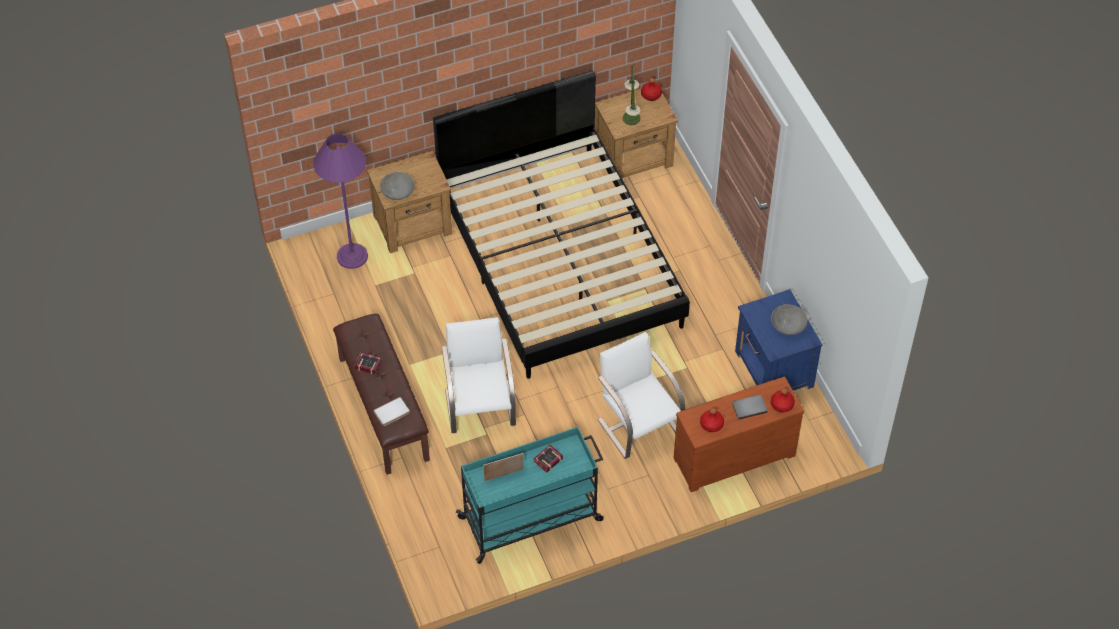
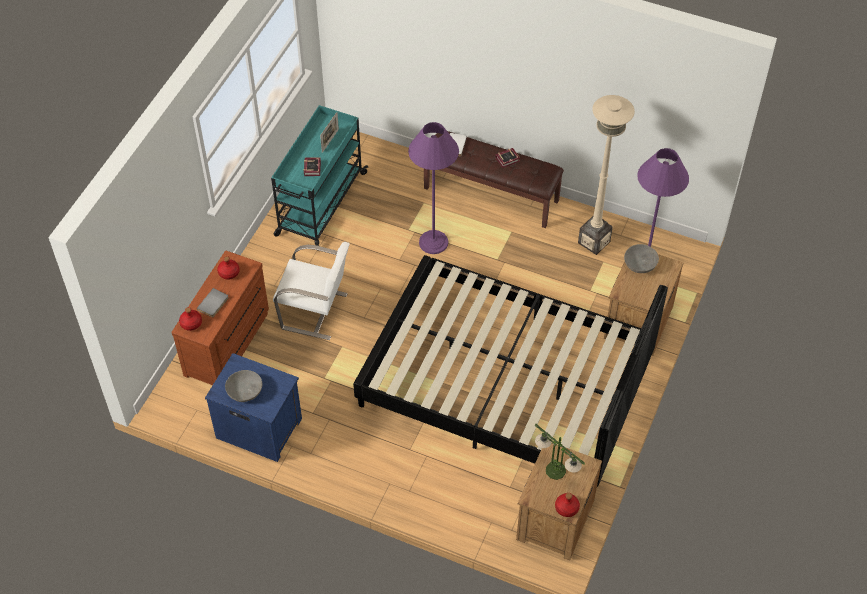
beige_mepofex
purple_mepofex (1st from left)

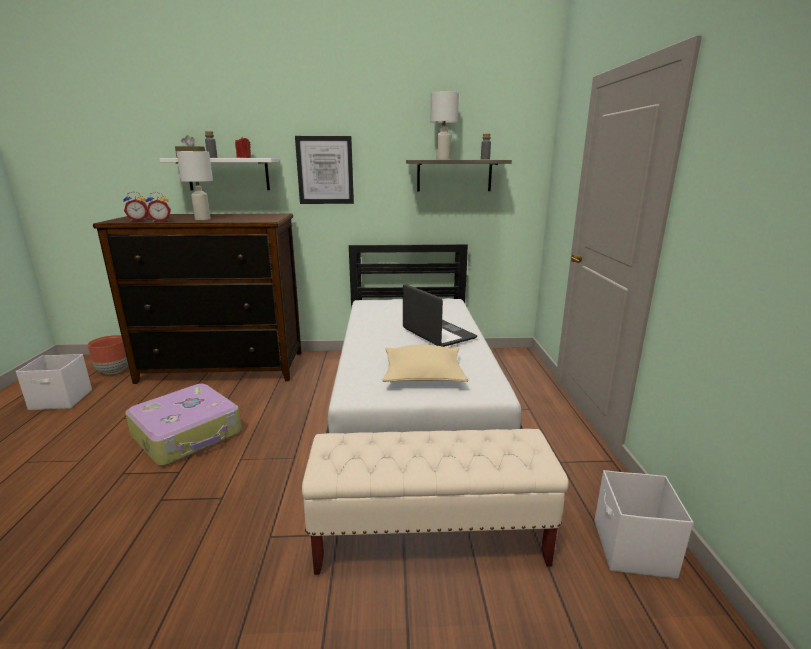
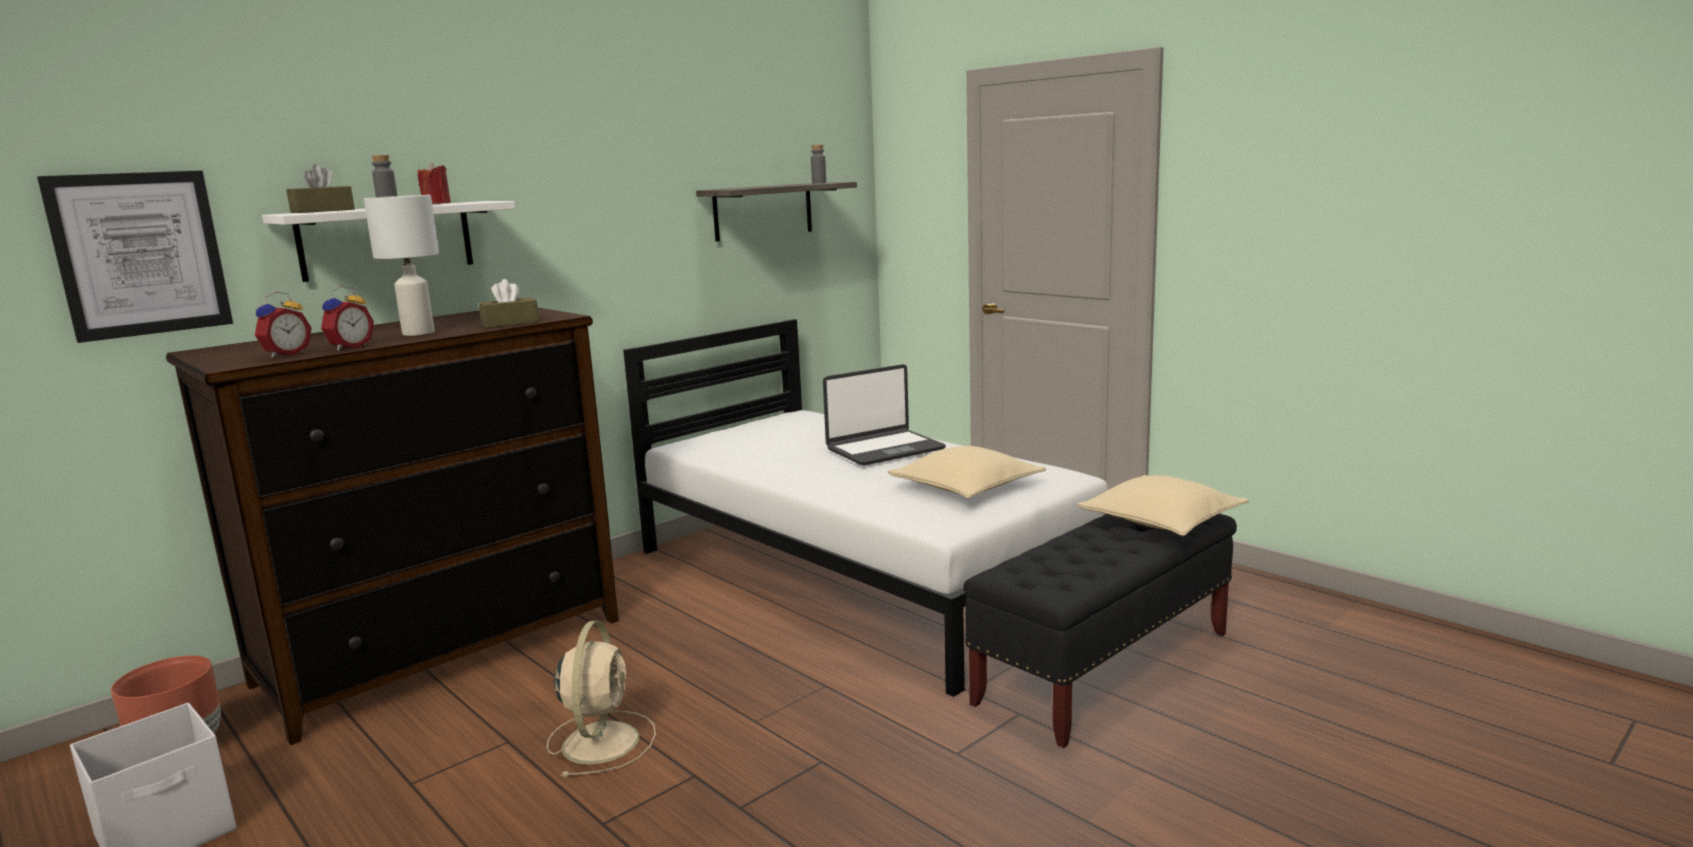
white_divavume (2nd from left in the first image)
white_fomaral (2nd from left in the first image)
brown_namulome (2nd from left)
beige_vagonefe (2nd from left)
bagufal
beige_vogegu
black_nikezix
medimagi

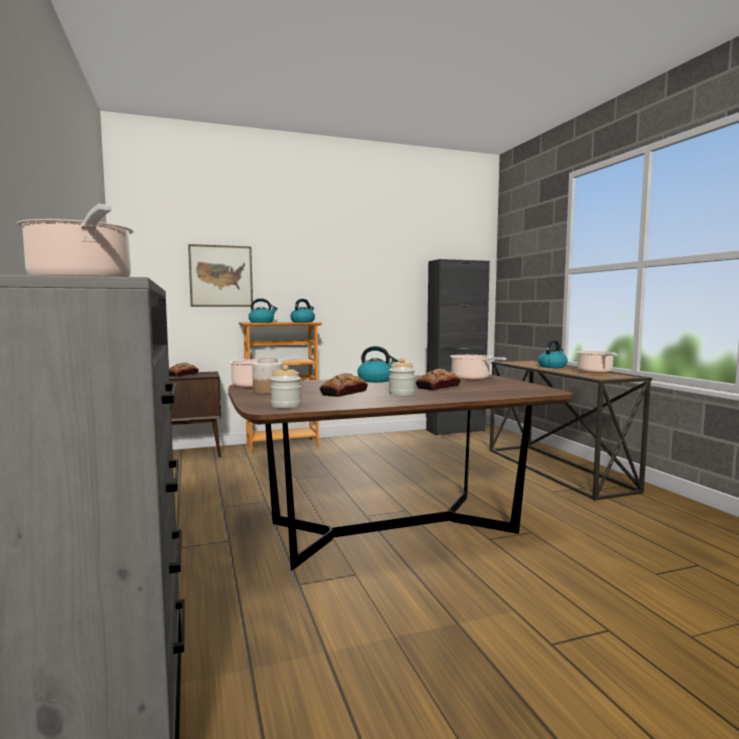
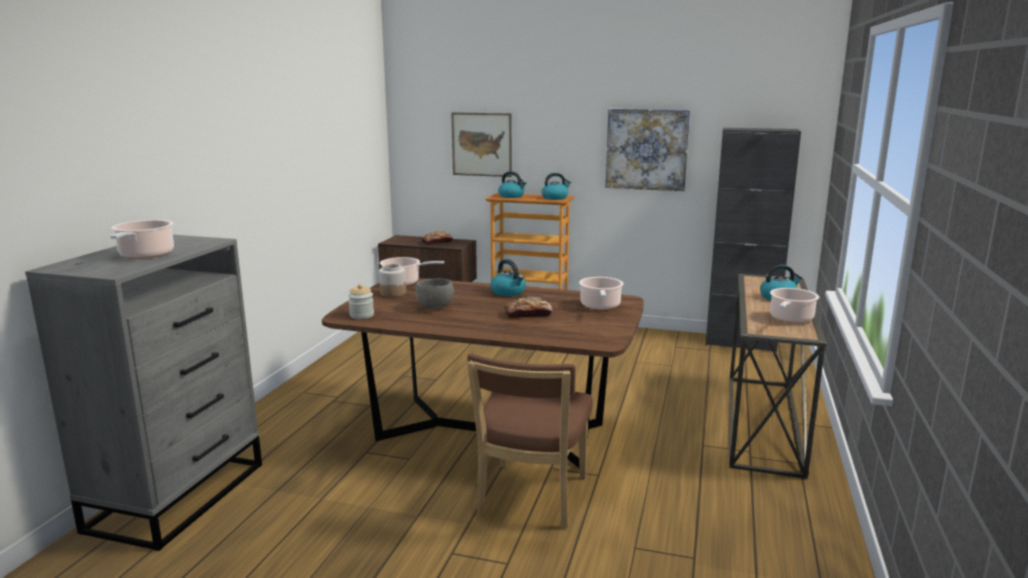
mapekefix (3rd from left in the first image)
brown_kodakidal
bagufal (2nd from left)
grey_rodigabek

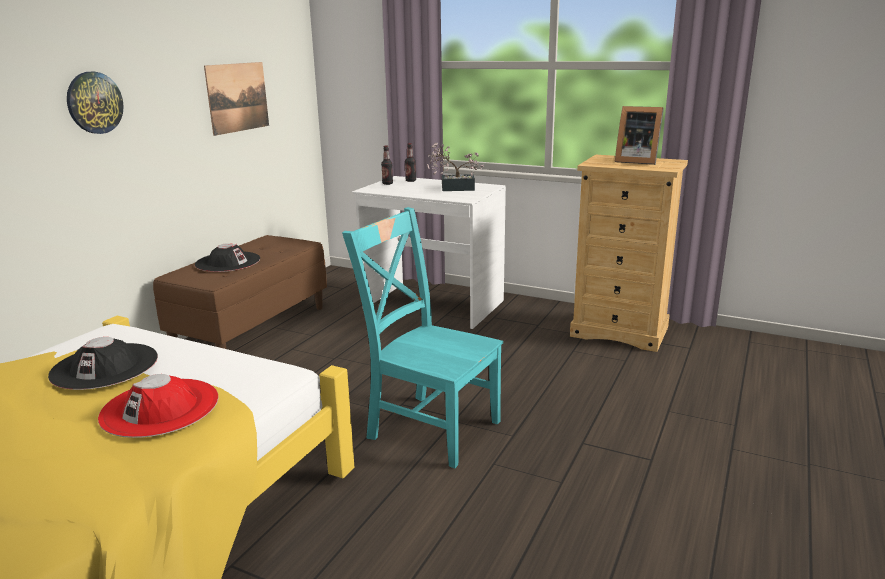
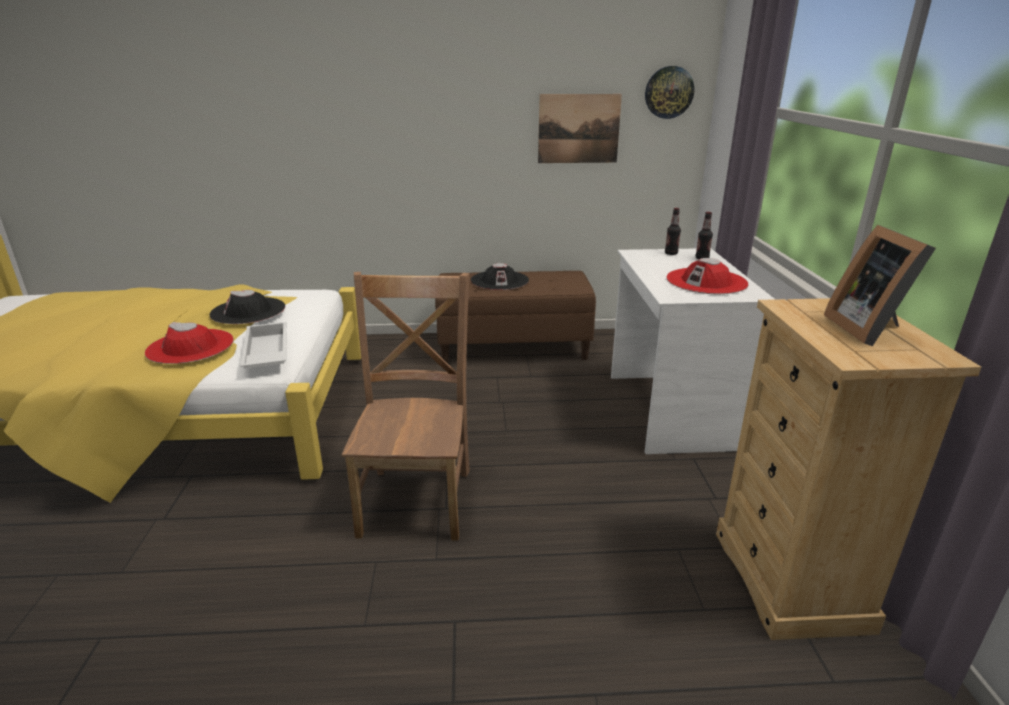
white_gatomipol
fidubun
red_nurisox (2nd from left)
brown_kodakidal

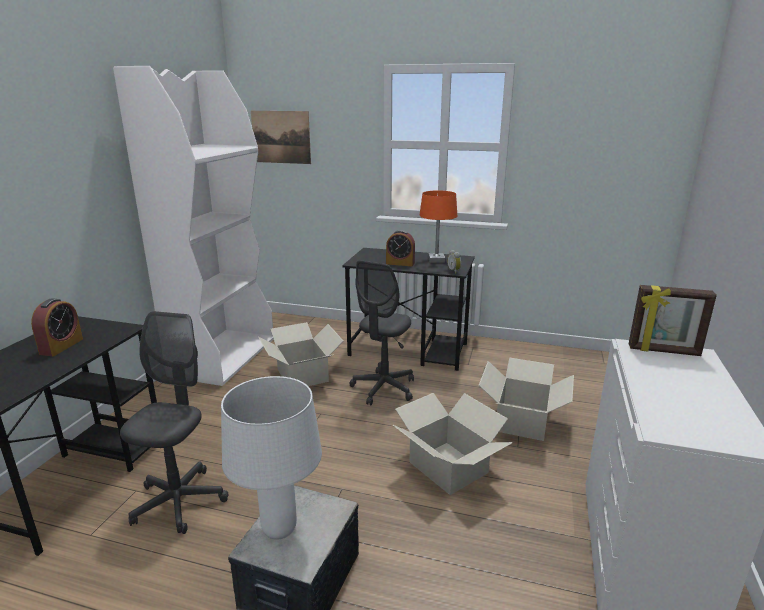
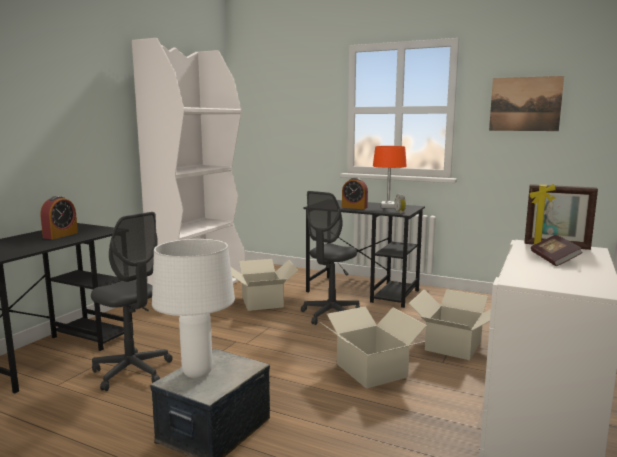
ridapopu
bagufal
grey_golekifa (1st from left)

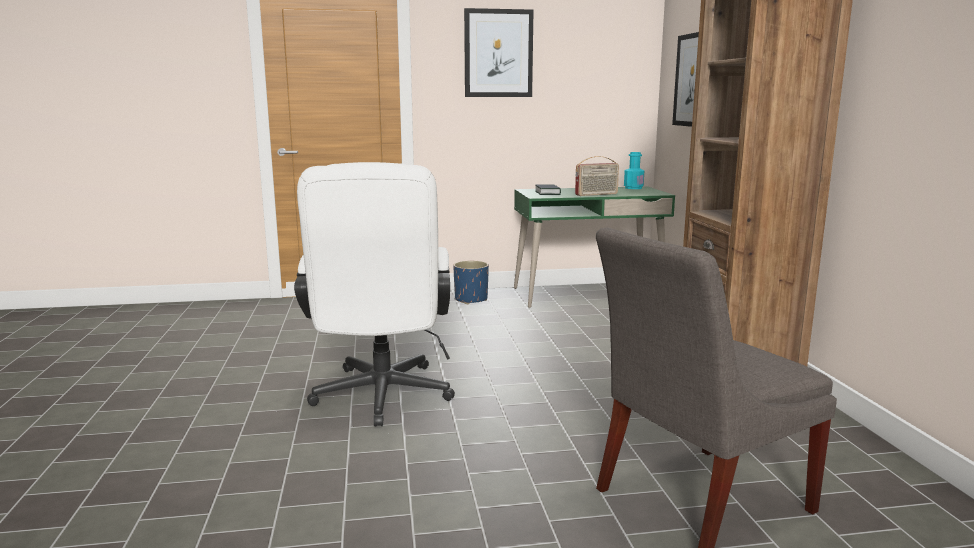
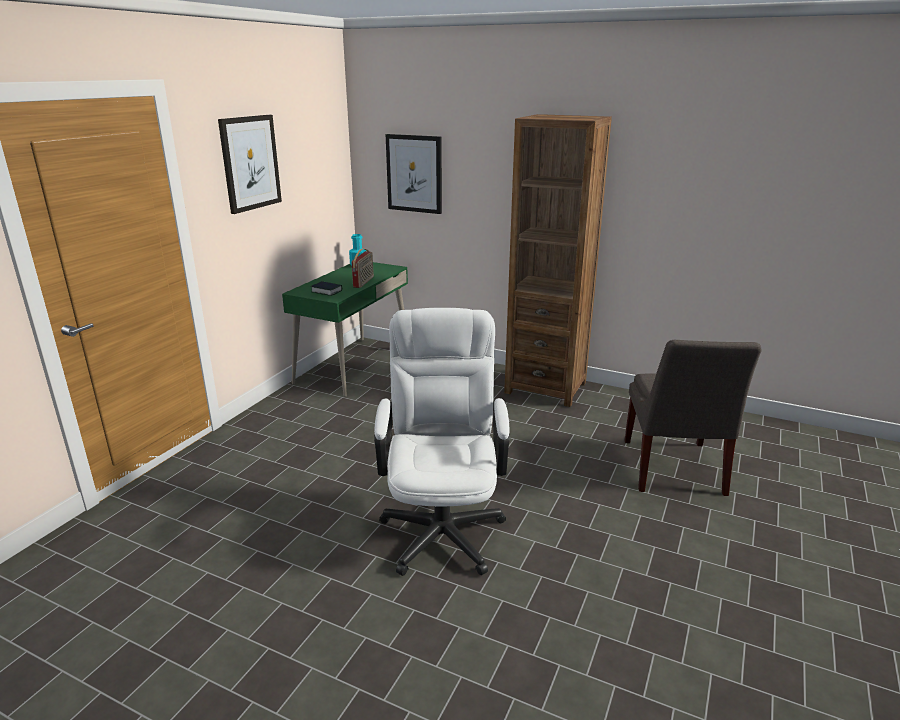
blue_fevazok
white_golekifa

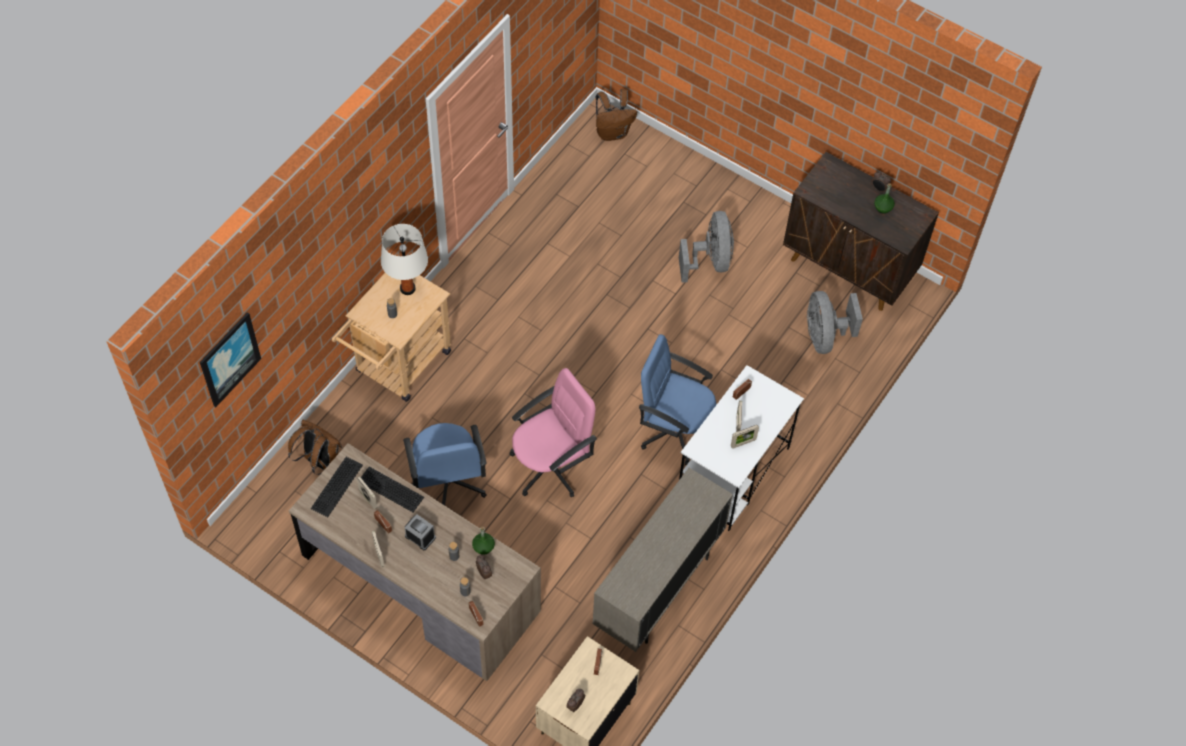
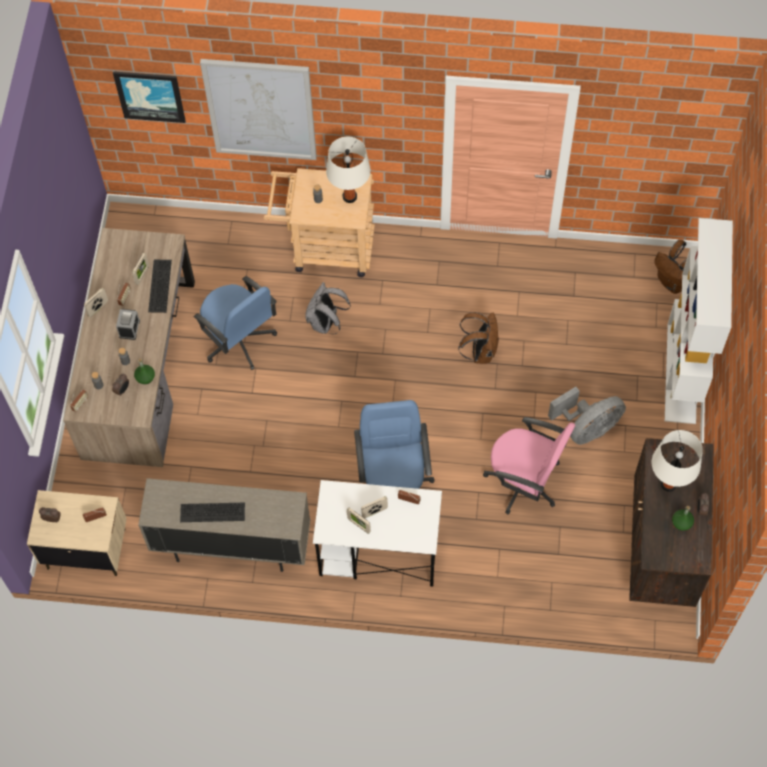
grey_vogegu (2nd from left in the first image)
bagufal (2nd from left)
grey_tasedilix
white_divavume (2nd from left)
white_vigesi
brown_tasedilix (1st from left)
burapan (2nd from left)
pink_golekifa
blue_golekifa (1st from left)

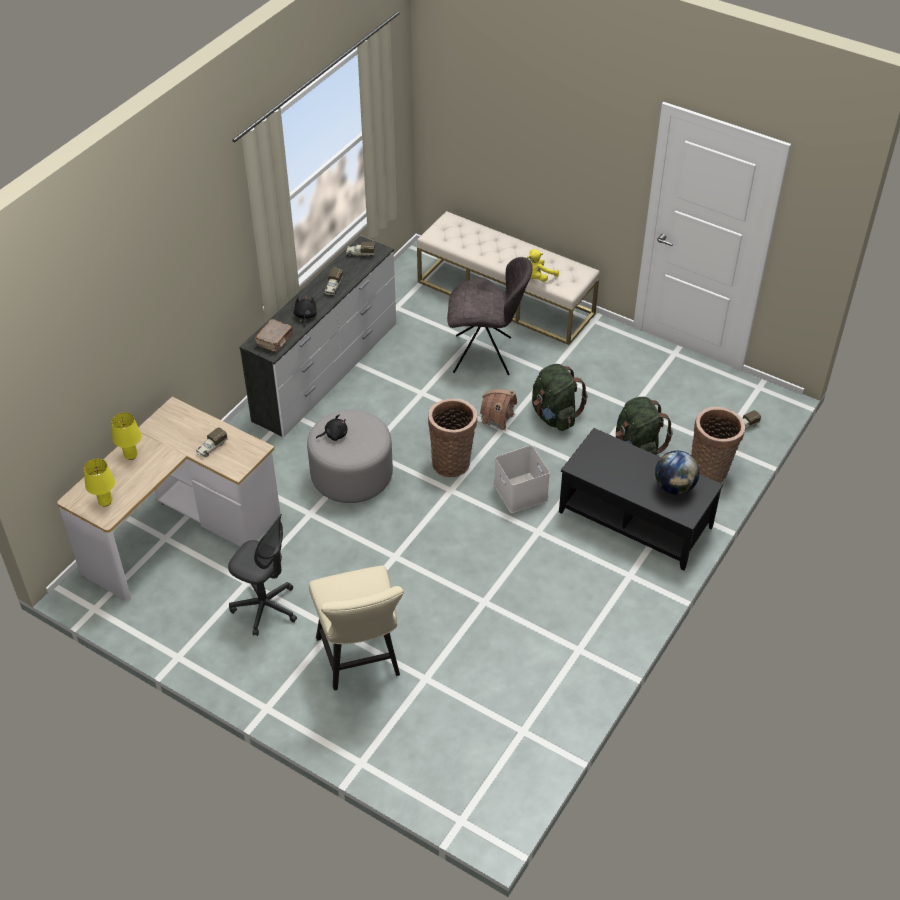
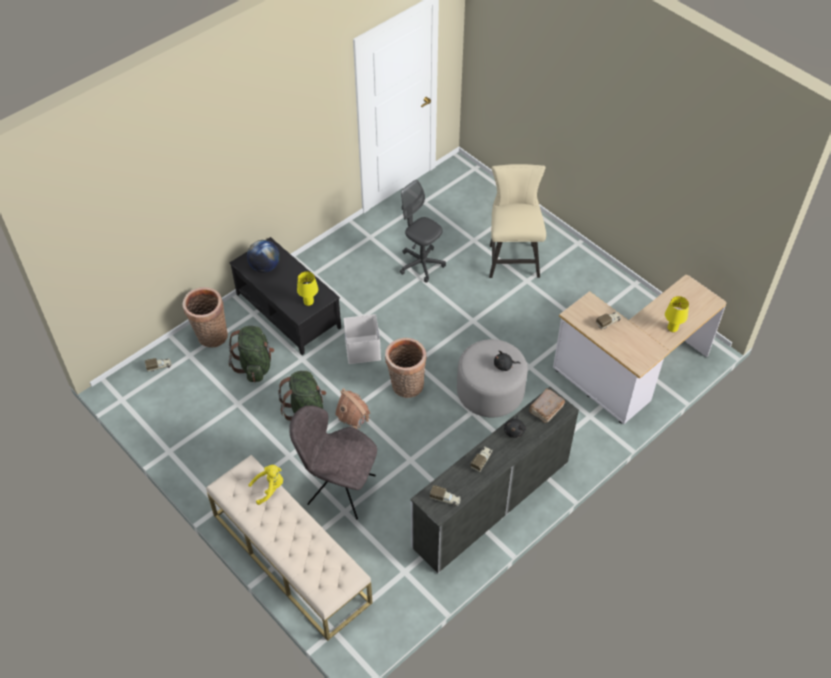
yellow_divavume (1st from left)
grey_golekifa

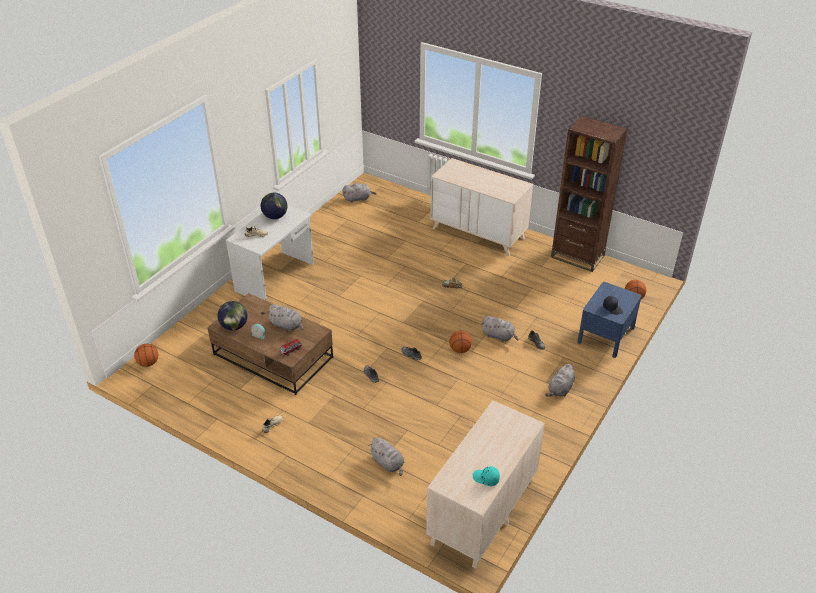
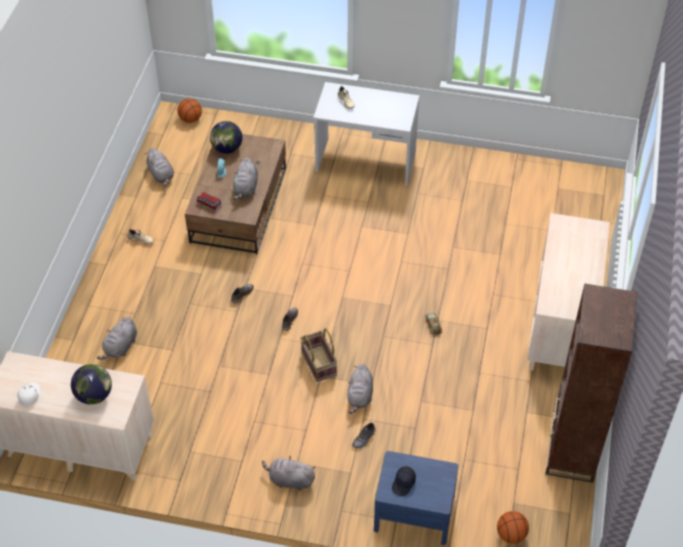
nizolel (1st from left)
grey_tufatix (2nd from left)
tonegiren
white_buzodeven

